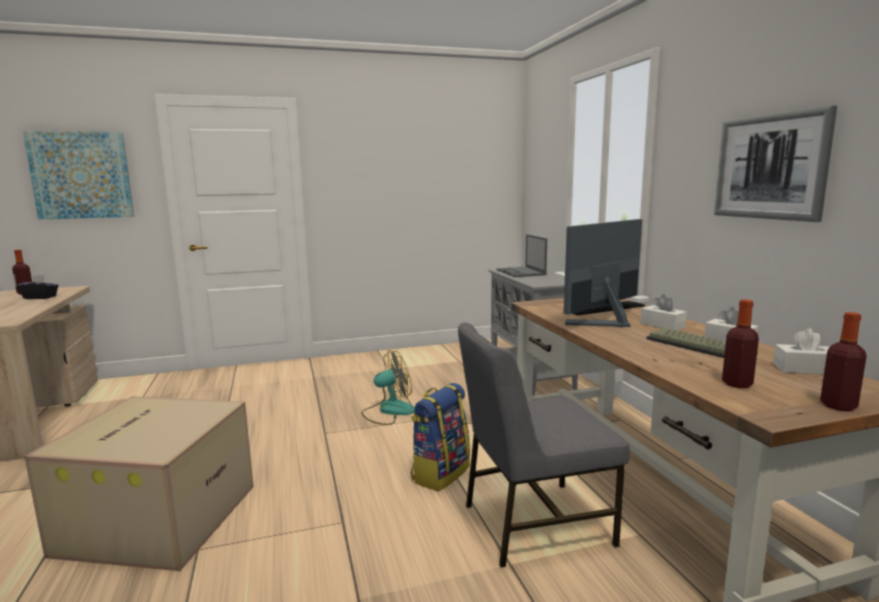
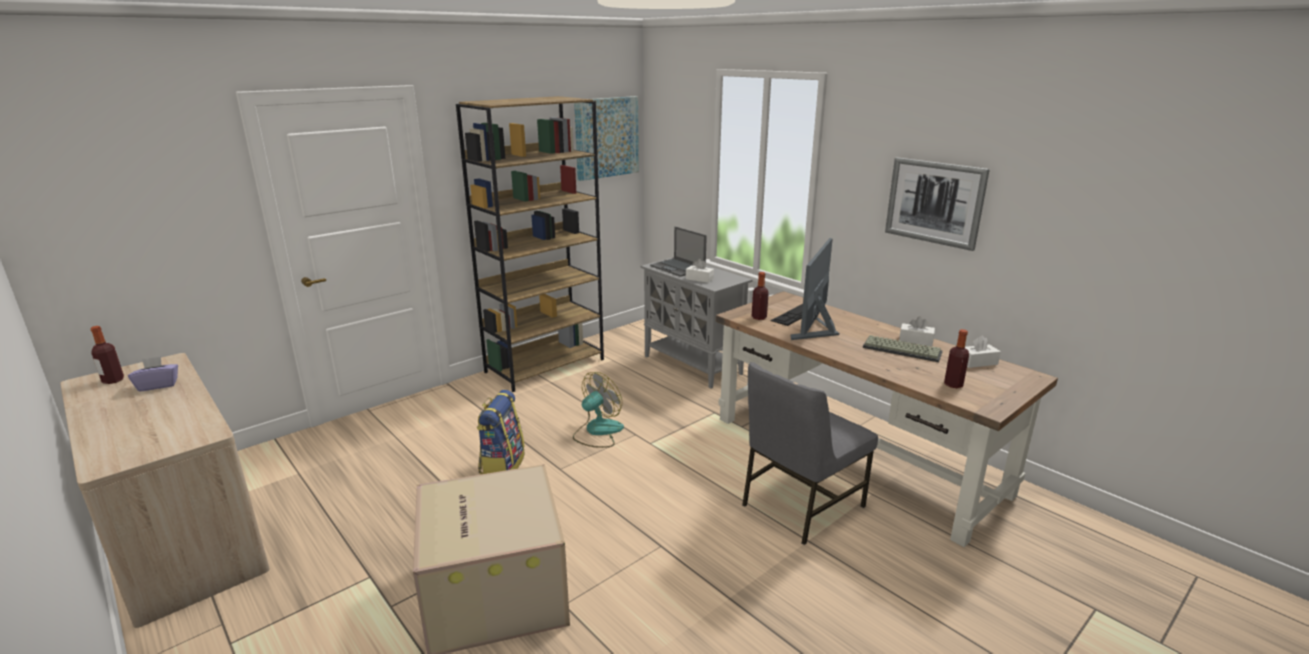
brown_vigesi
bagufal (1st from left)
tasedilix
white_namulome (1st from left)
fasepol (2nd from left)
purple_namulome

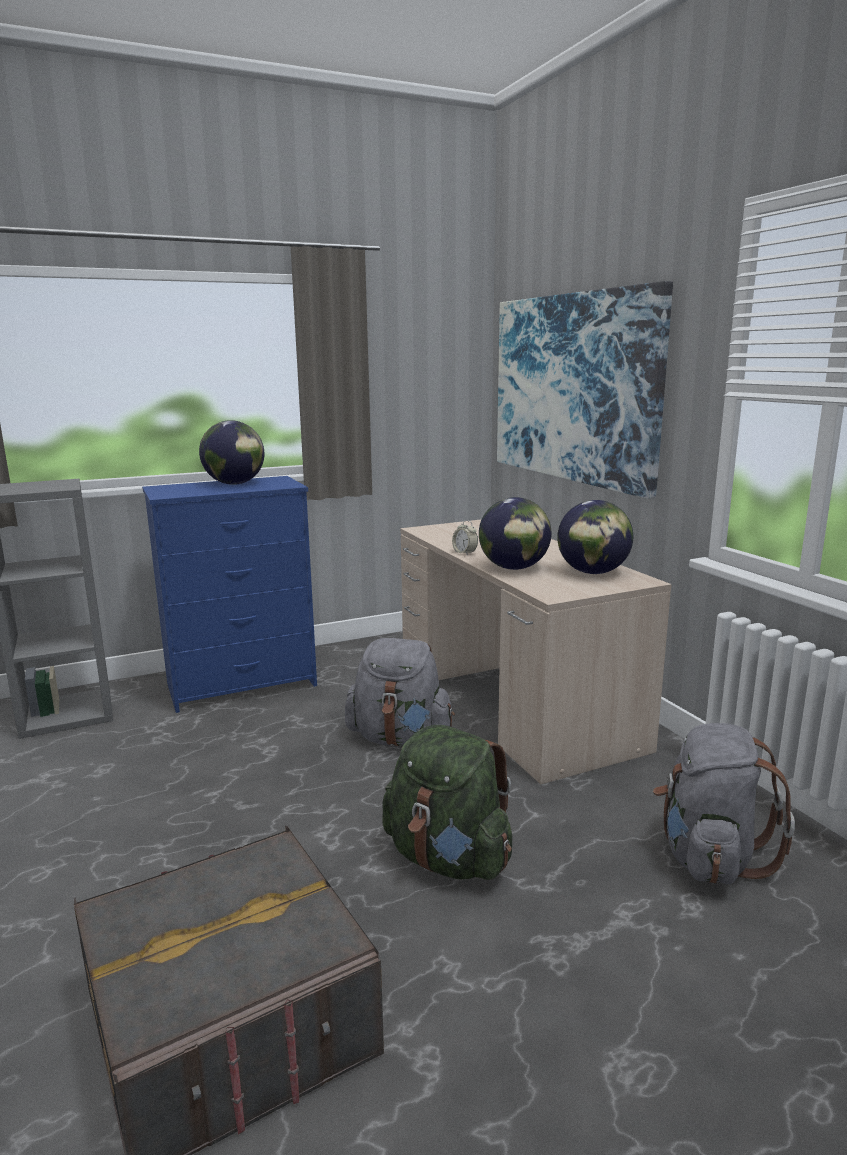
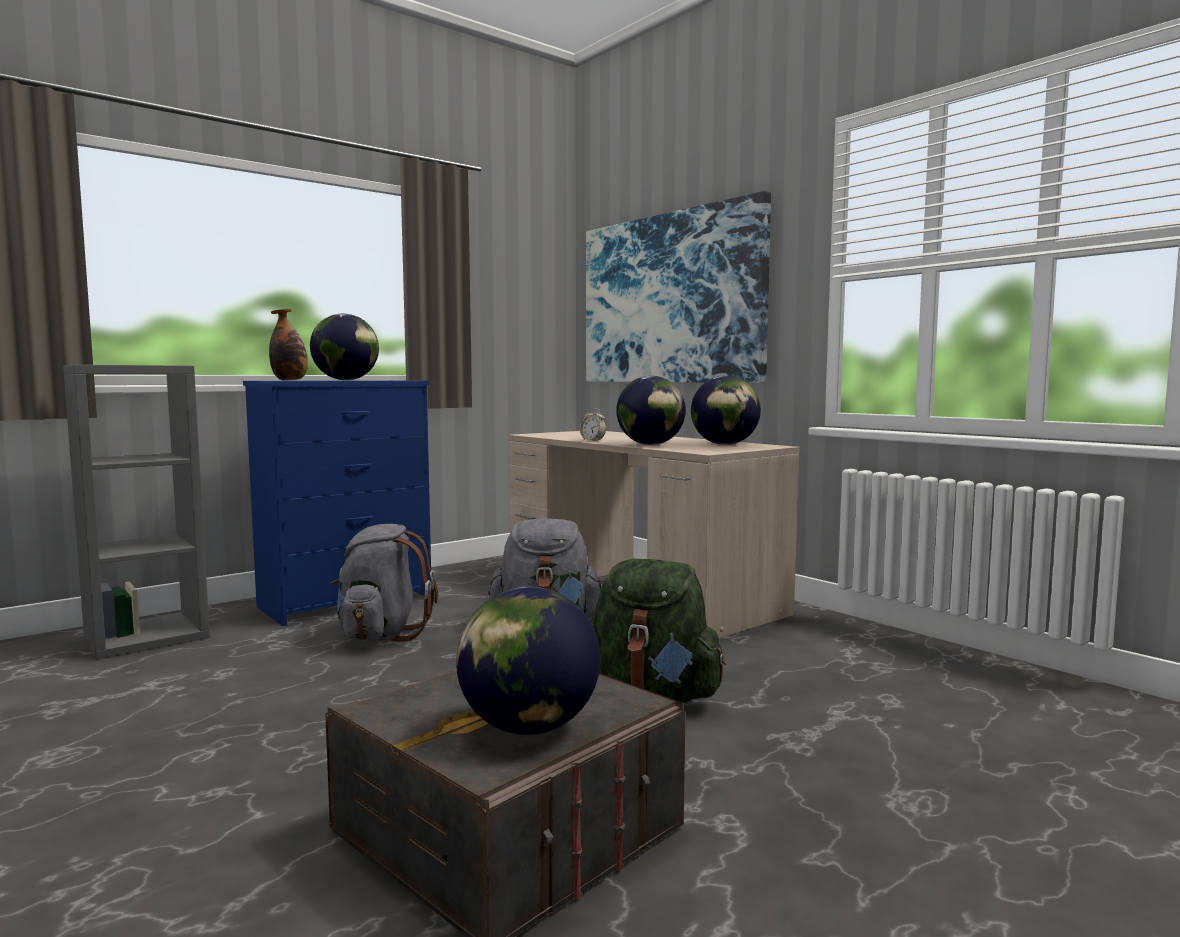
fasepol
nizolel (2nd from left)
grey_tasedilix (1st from left)

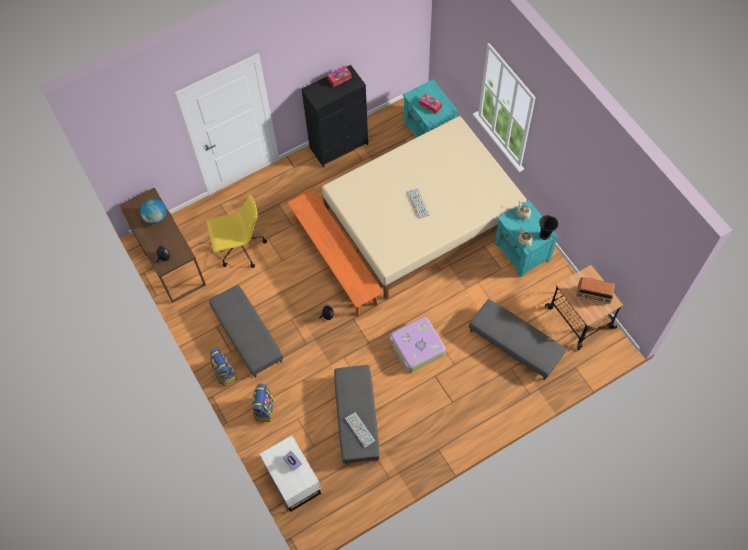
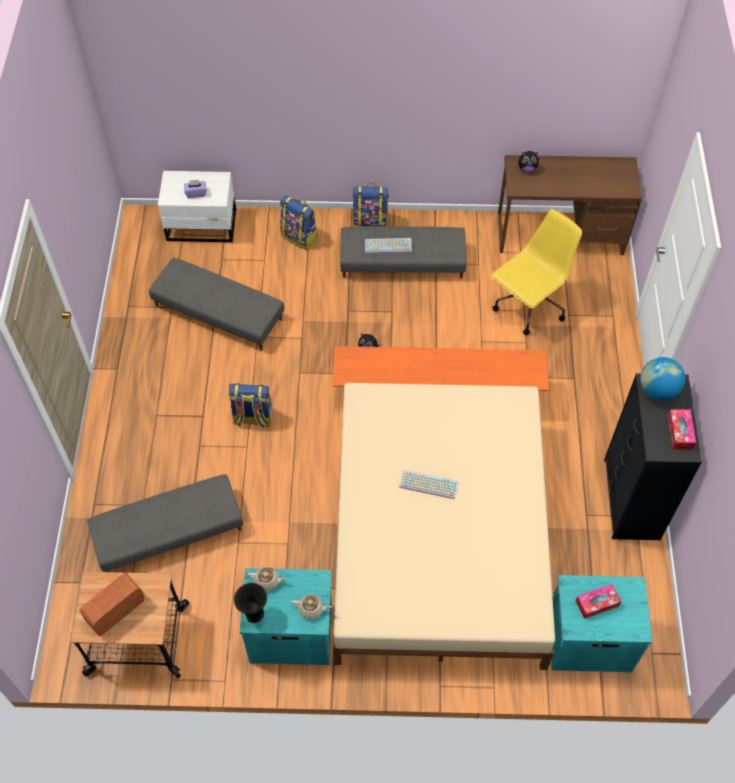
nizolel
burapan (1st from left)
tasedilix (1st from left)
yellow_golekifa

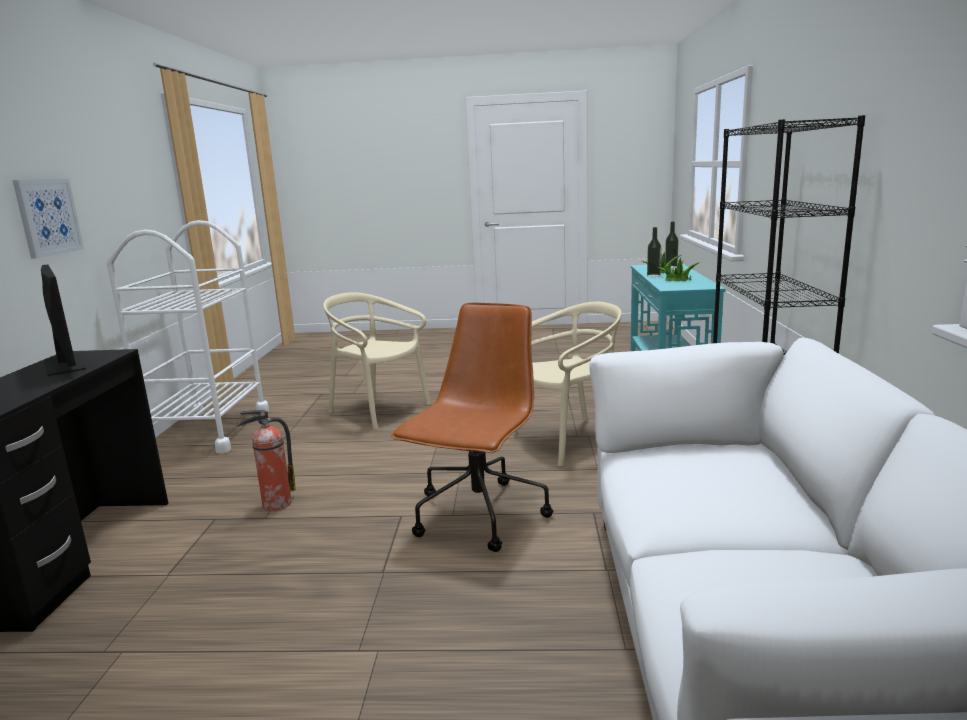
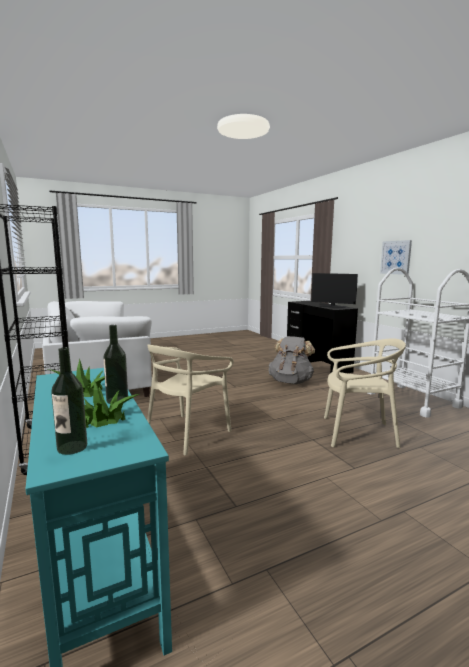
brown_golekifa
grey_tasedilix

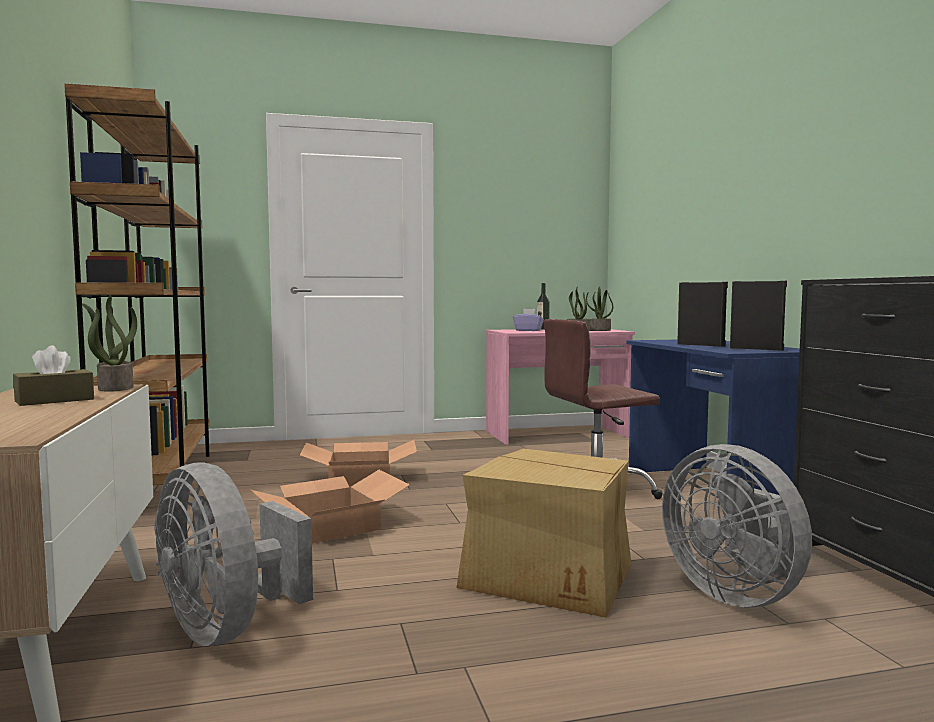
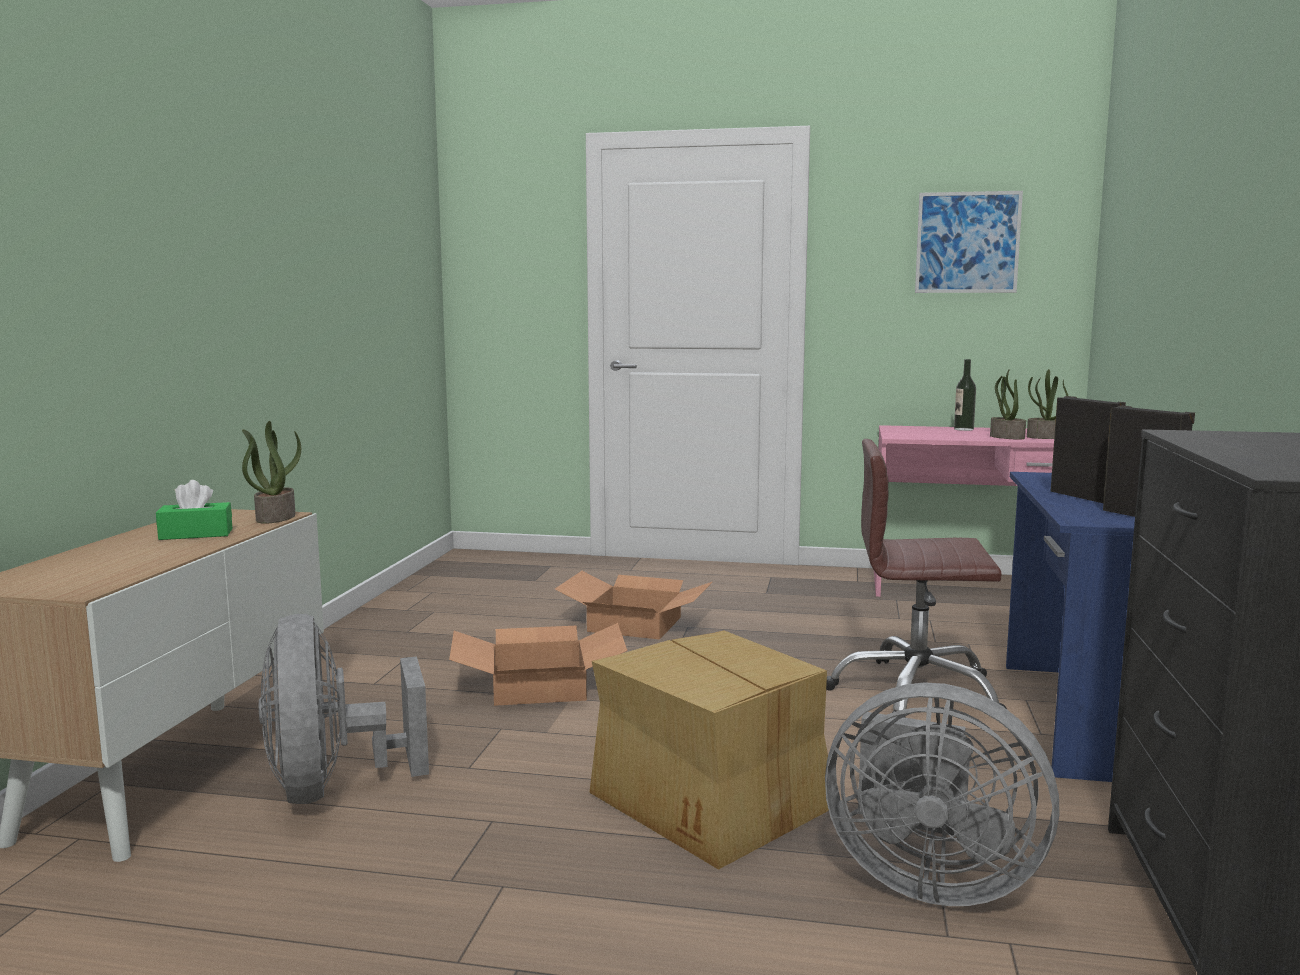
brown_vigesi
purple_namulome
bagufal
green_namulome
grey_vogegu (2nd from left)

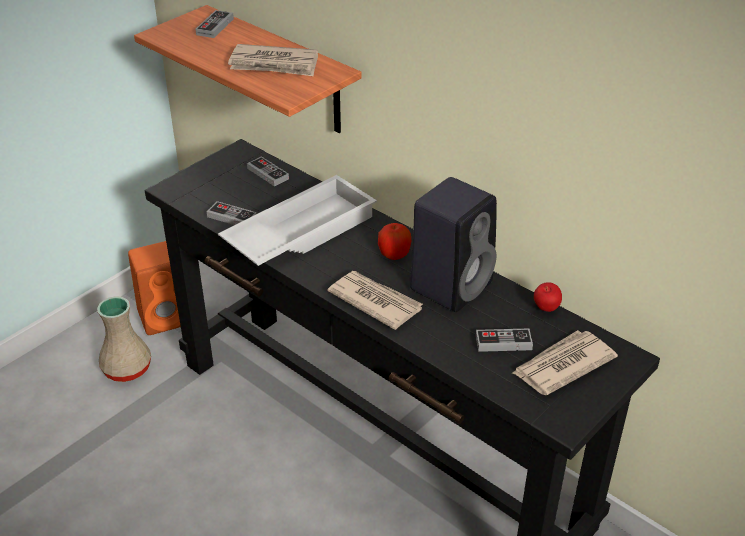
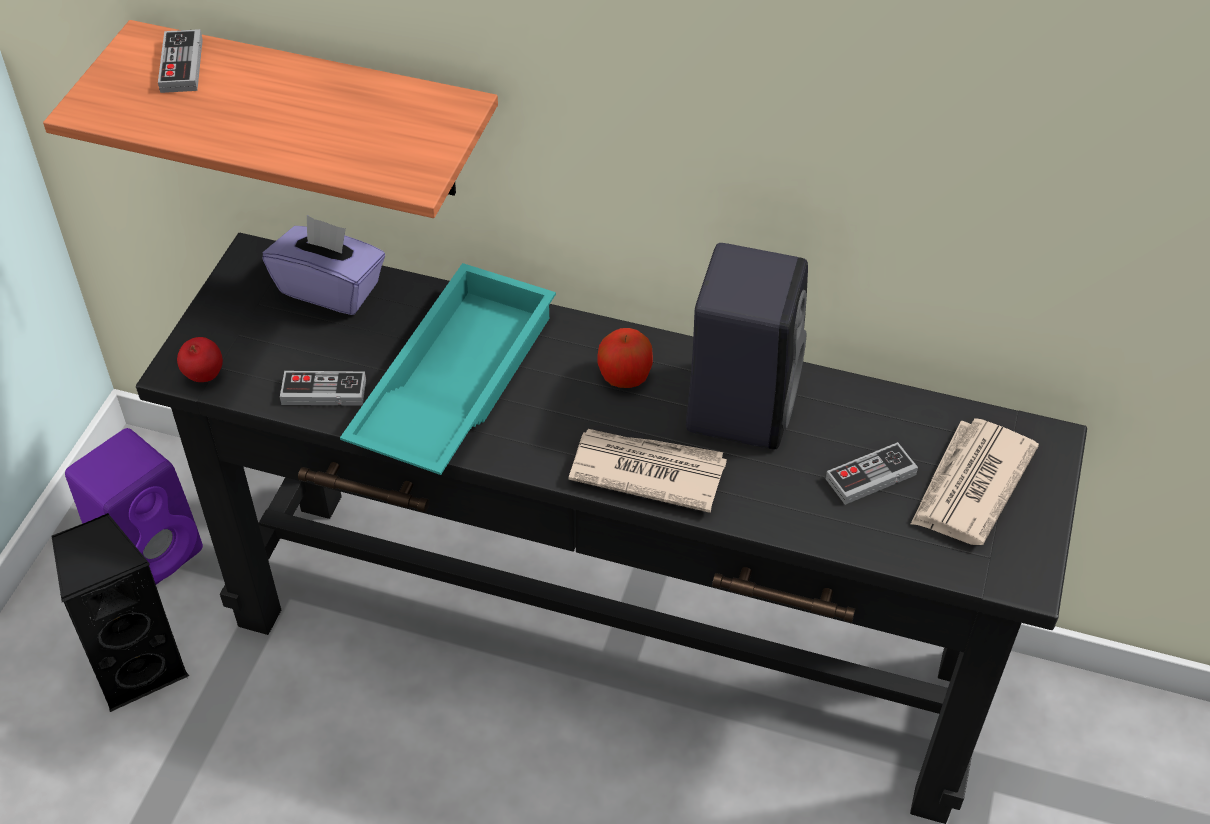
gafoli (1st from left in the first image)
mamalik (1st from left)
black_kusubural (1st from left)
purple_namulome
purple_kusubural
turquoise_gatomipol

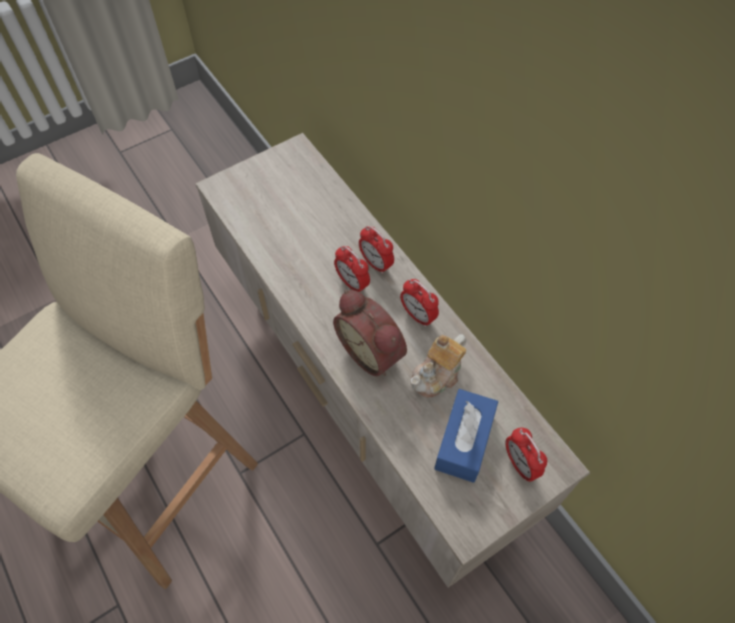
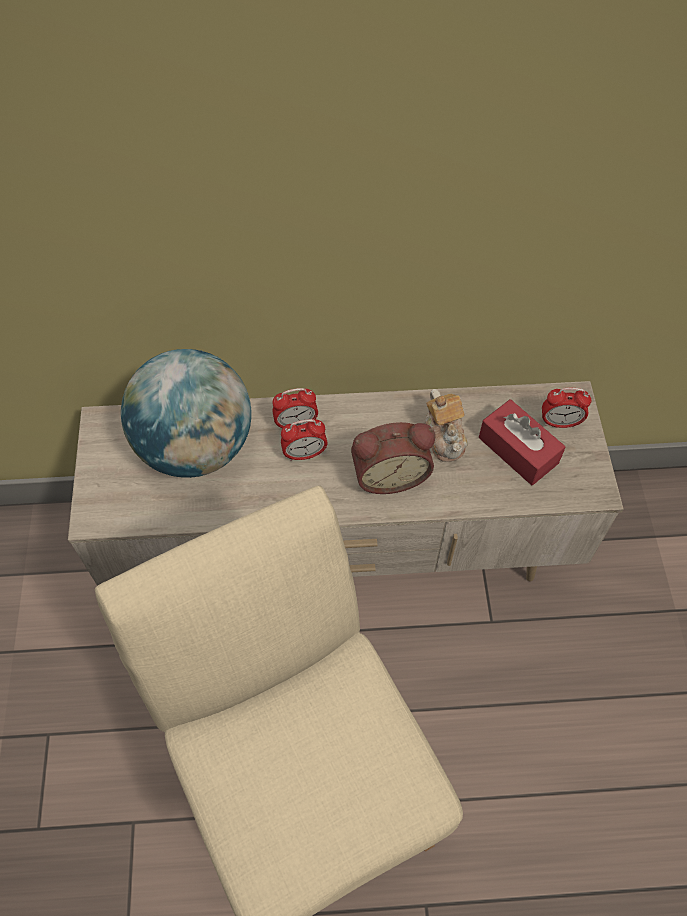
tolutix (4th from left in the first image)
nizolel
red_namulome

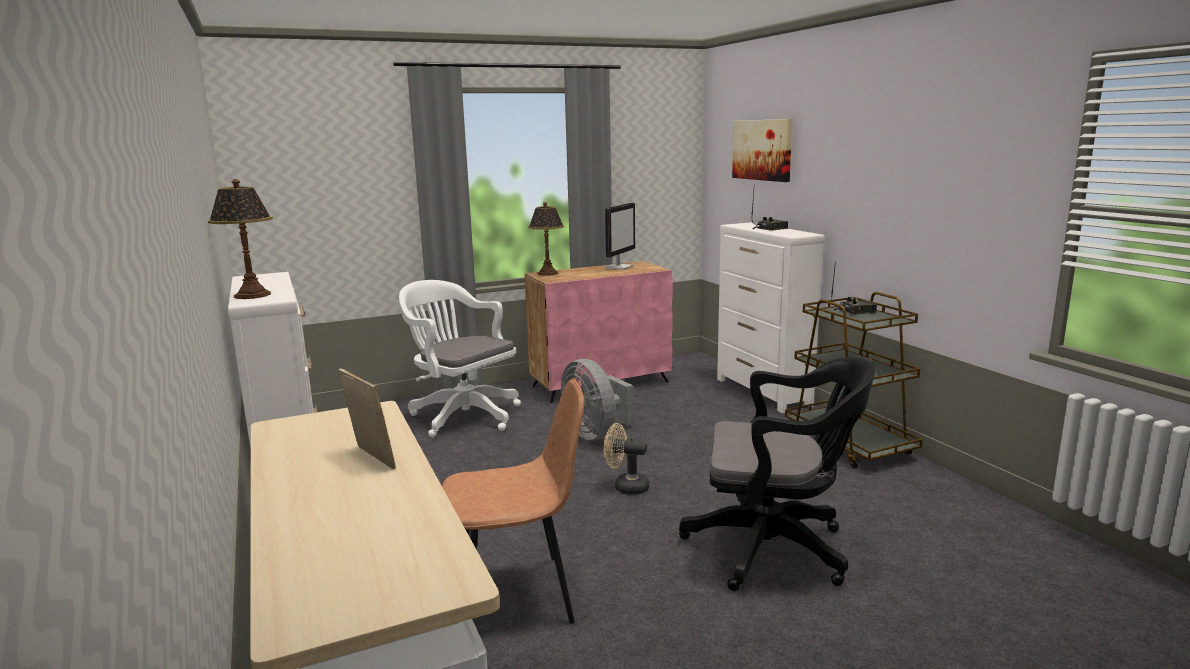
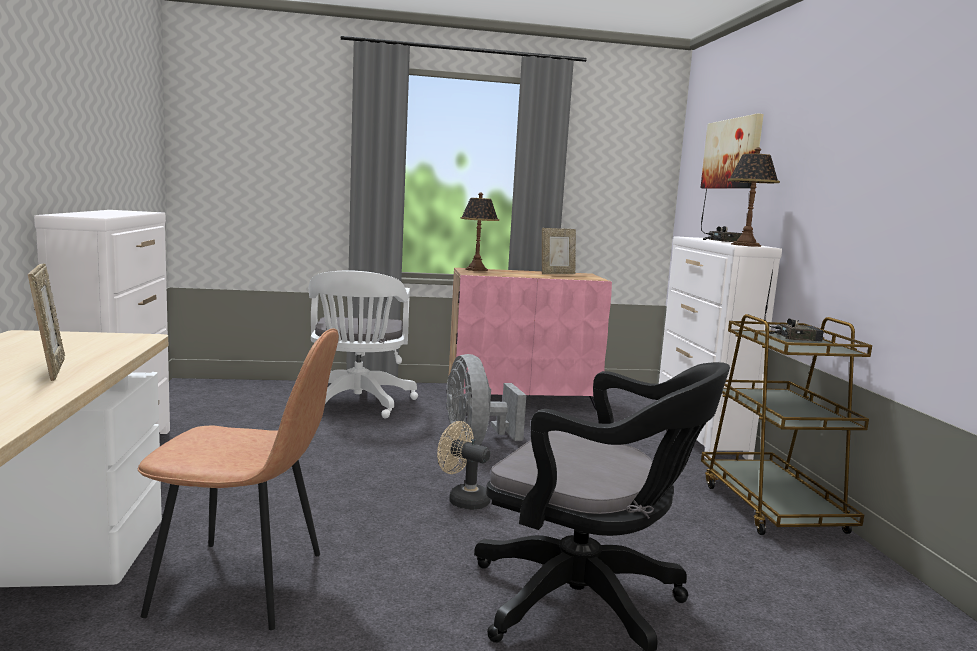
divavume (2nd from left)
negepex (2nd from left)
white_golekifa

